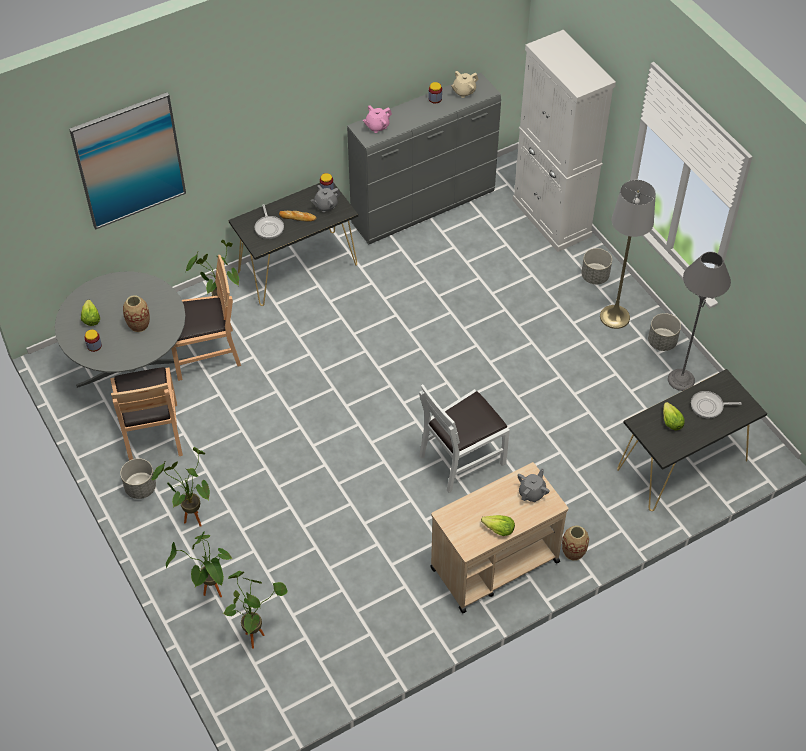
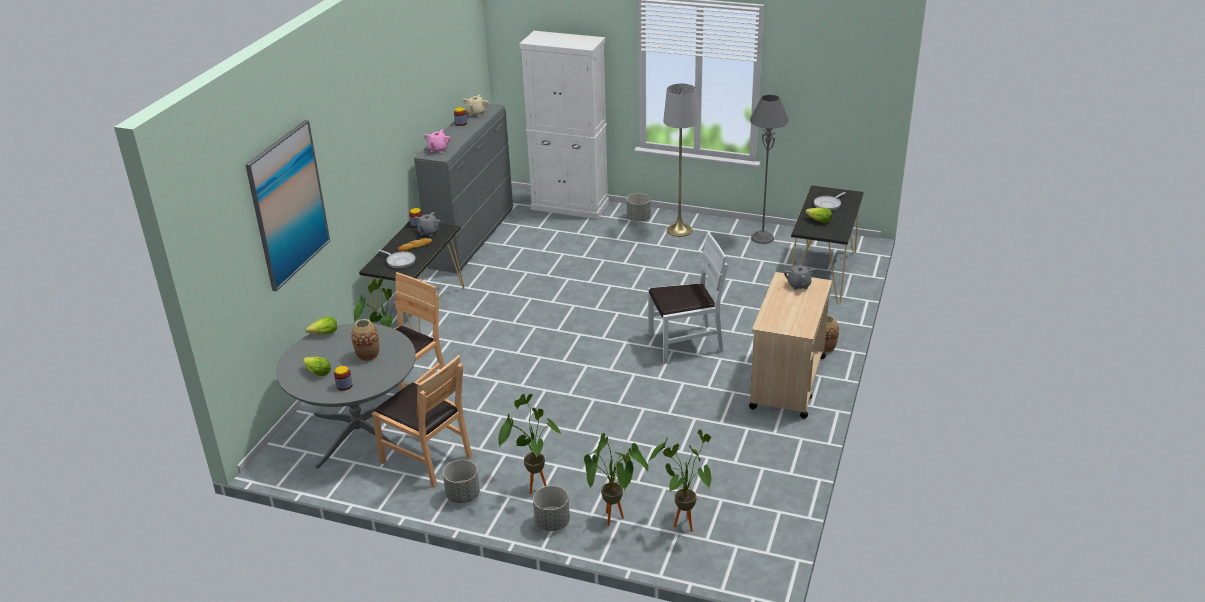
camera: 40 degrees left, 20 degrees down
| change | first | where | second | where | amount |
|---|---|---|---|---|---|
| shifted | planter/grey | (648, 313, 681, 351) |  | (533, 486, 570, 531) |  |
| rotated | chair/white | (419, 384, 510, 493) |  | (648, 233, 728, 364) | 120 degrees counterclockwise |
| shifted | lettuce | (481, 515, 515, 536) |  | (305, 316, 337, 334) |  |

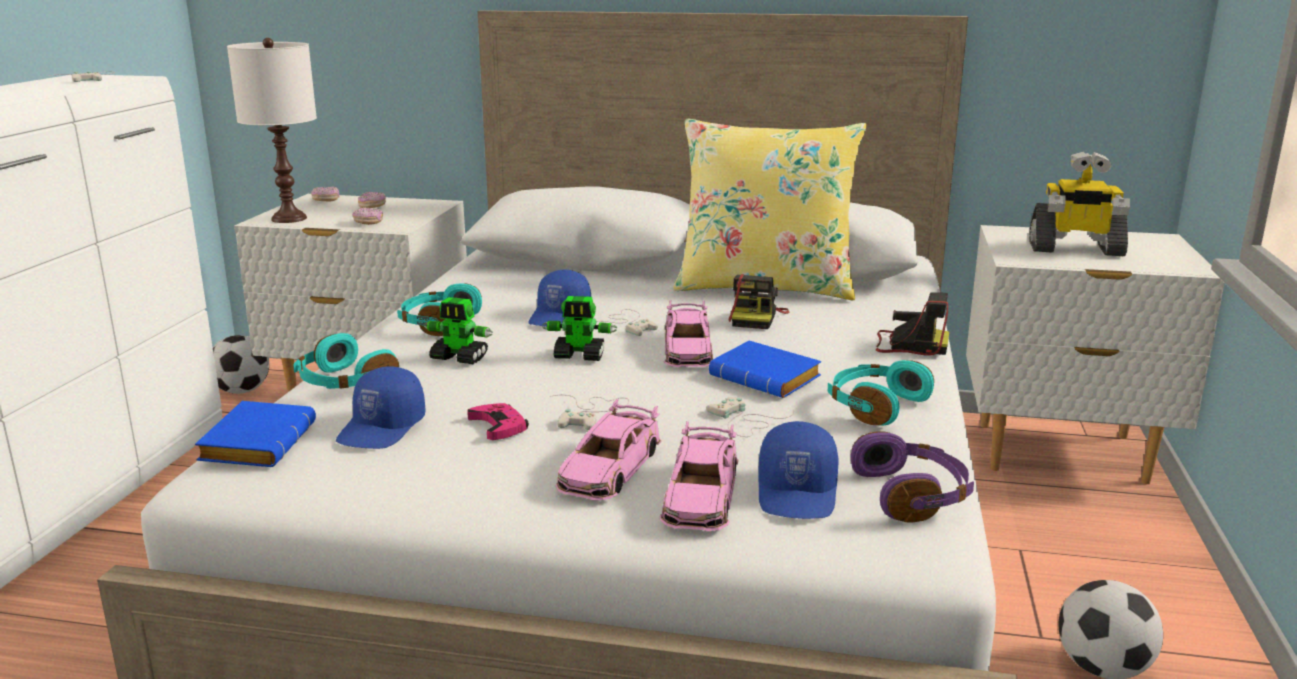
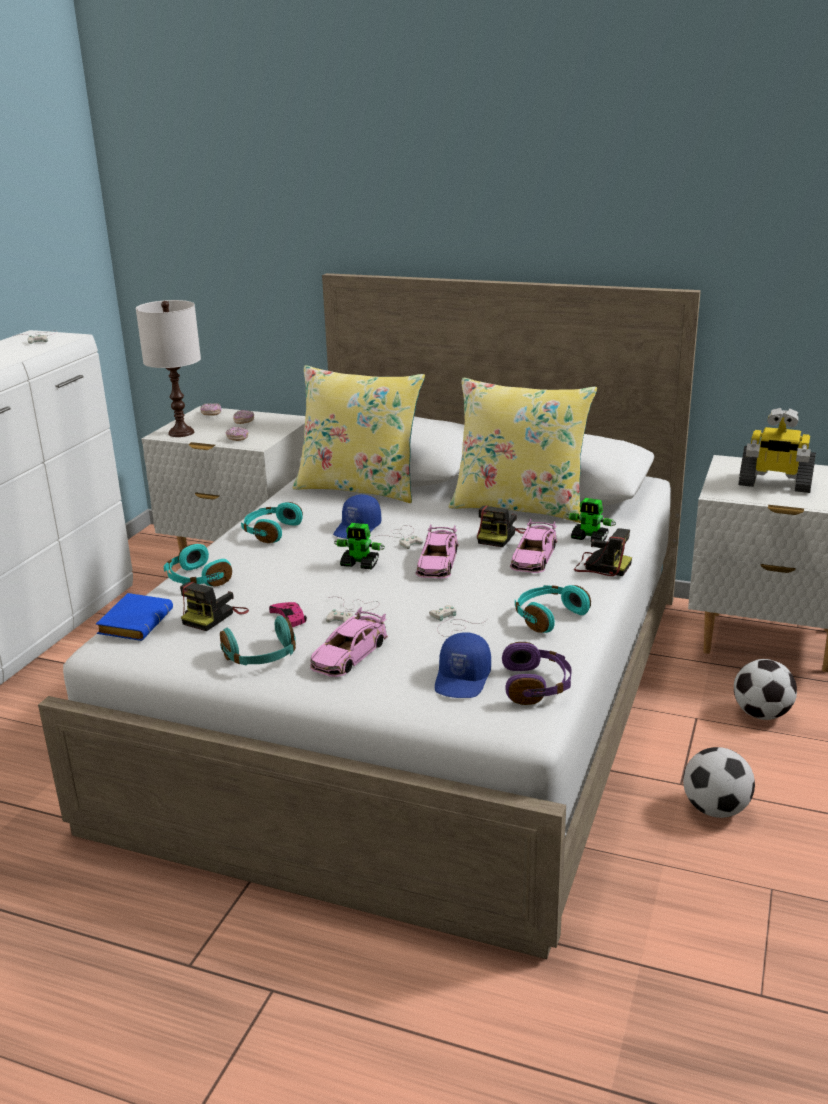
camera: 10 degrees right, 5 degrees up
| change | first | where | second | where | amount |
|---|---|---|---|---|---|
| shifted | toy robot | (424, 297, 493, 364) |  | (566, 498, 616, 541) |  |
| shifted | football | (213, 335, 269, 394) |  | (734, 659, 797, 720) |  |
| gone | book/blue | (709, 341, 821, 398) |  |  |  |
| swapped | cap/blue | (336, 366, 426, 449) | photo camera | (180, 582, 249, 631) |  |
| shifted | toy car/pink | (660, 421, 738, 531) |  | (510, 519, 558, 573) |  |
| new |  |  | pillow/yellow | (293, 365, 425, 503) |  |
| new |  |  | headphones/turquoise | (220, 616, 296, 665) |  |

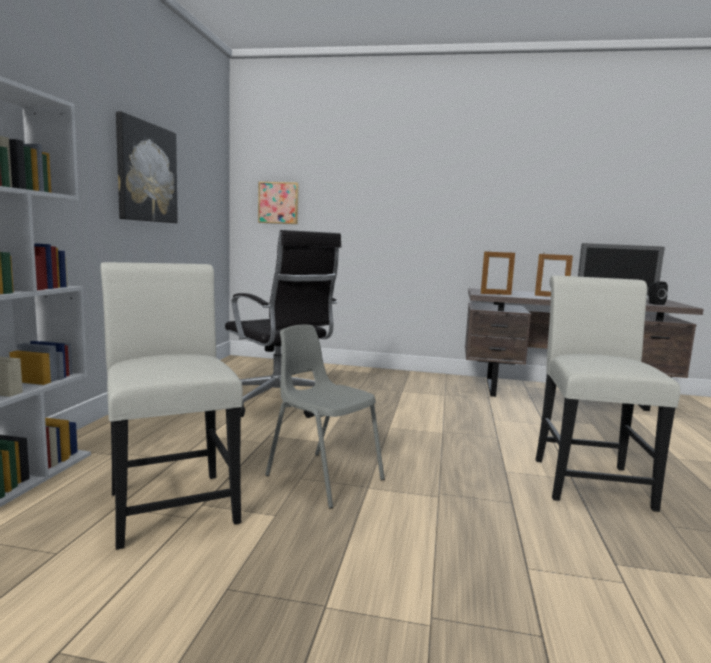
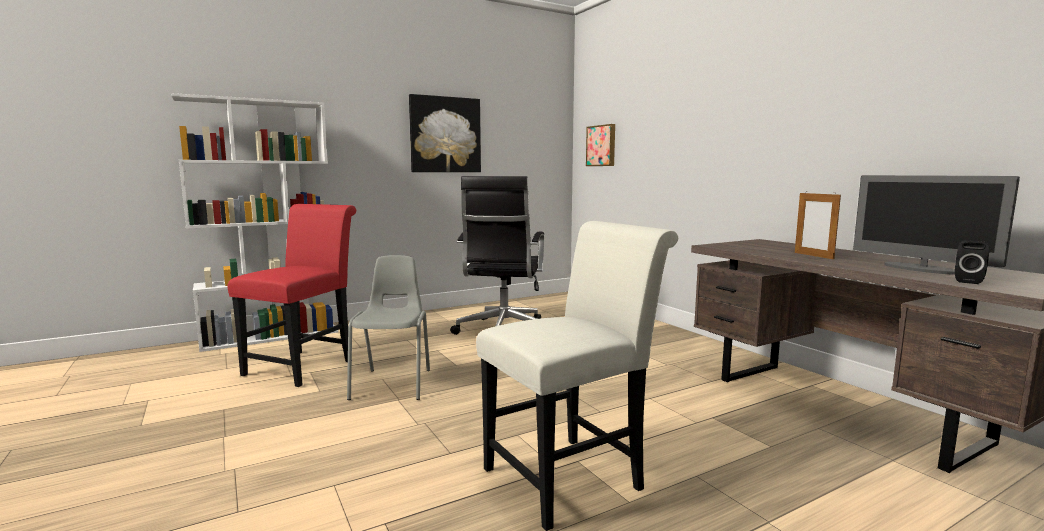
camera: 50 degrees right, 0 degrees up
| change | first | where | second | where | amount |
|---|---|---|---|---|---|
| gone | picture frame | (481, 250, 515, 295) |  |  |  |
| repainted | chair/white | (100, 262, 243, 550) | chair/red | (228, 204, 356, 387) |  |

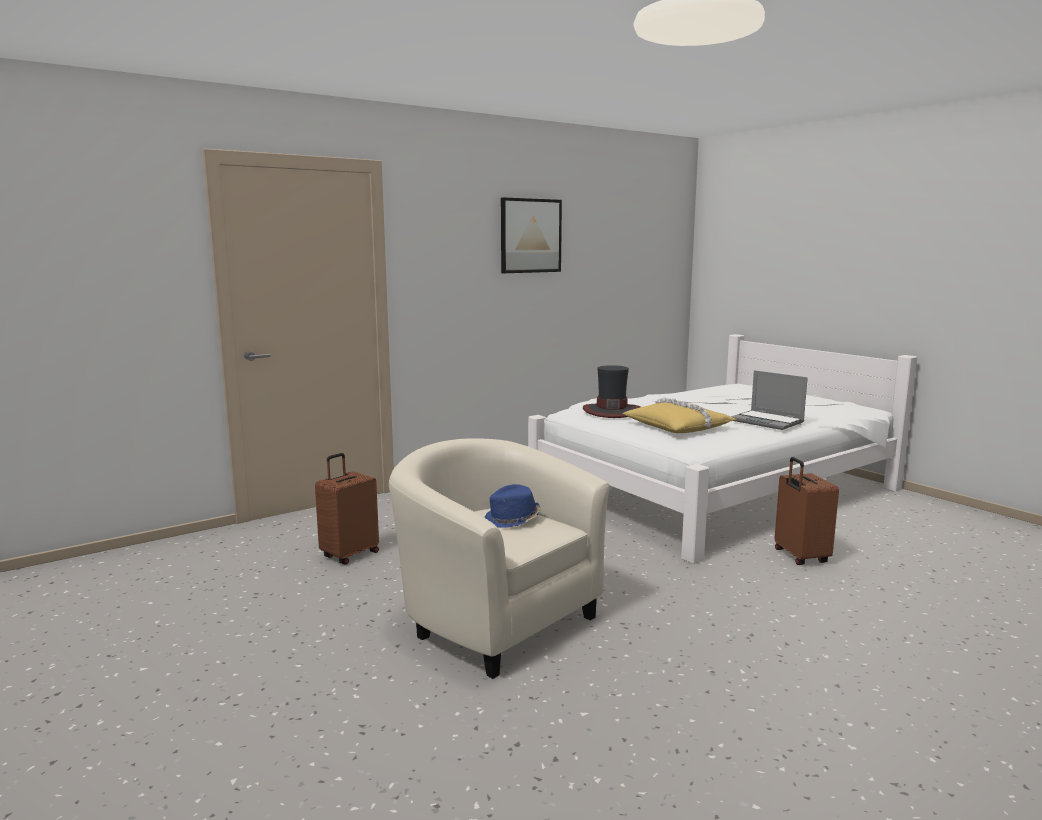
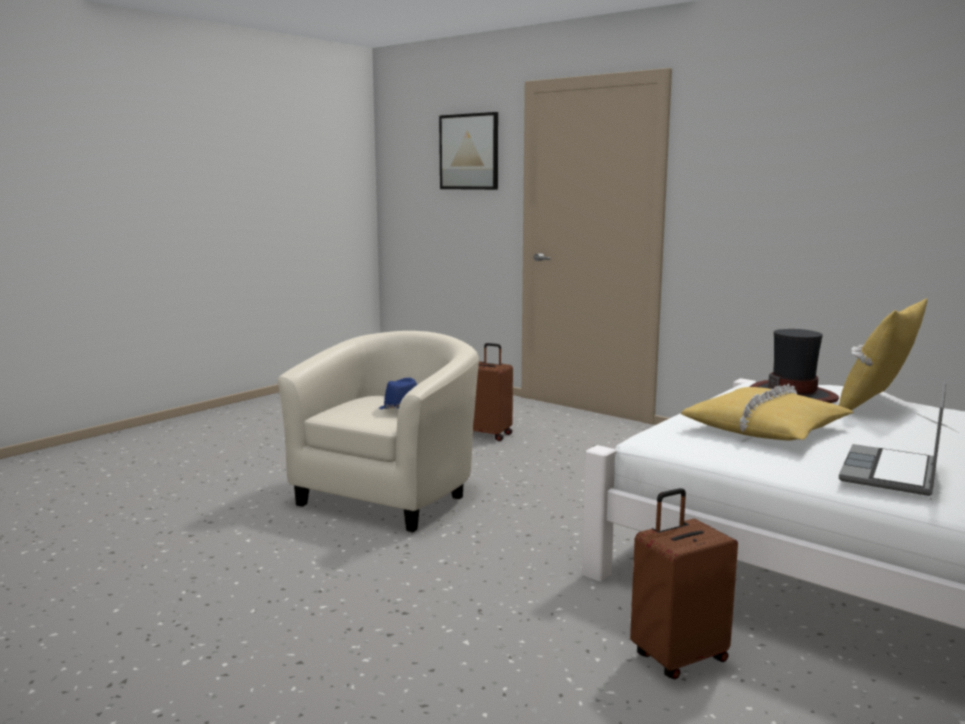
camera: 75 degrees right, 0 degrees up
| change | first | where | second | where | amount |
|---|---|---|---|---|---|
| shifted | picture | (501, 197, 562, 273) |  | (439, 112, 498, 190) |  |
| new |  |  | pillow/yellow | (839, 298, 927, 410) |  |

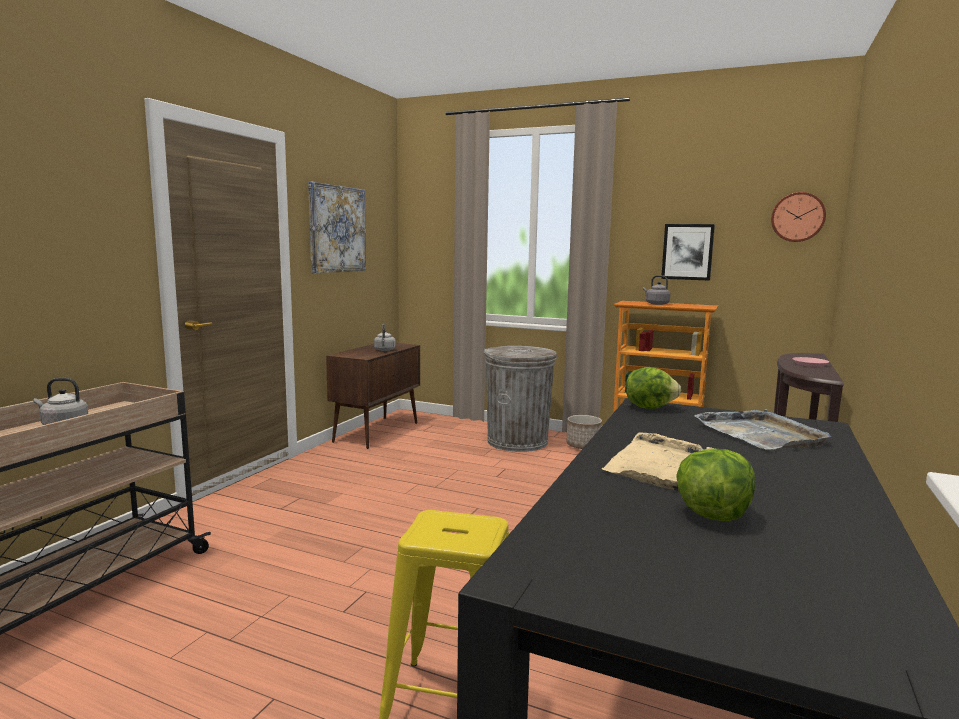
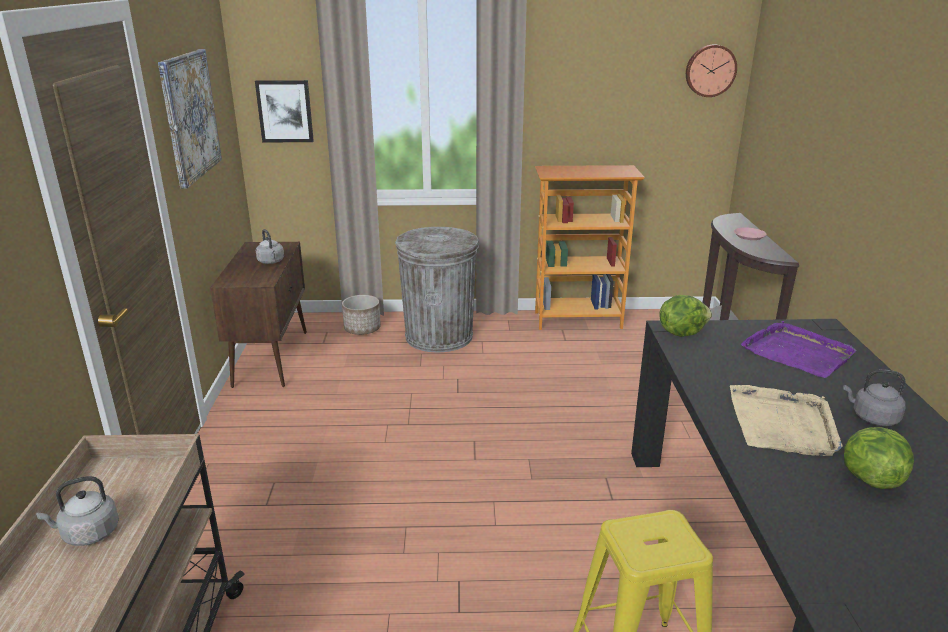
camera: 25 degrees left, 15 degrees up
| change | first | where | second | where | amount |
|---|---|---|---|---|---|
| shifted | picture | (661, 224, 715, 281) |  | (255, 80, 314, 142) |  |
| shifted | kettle/grey | (643, 275, 670, 305) |  | (843, 369, 906, 426) |  |
| repainted | tray/grey | (694, 409, 831, 450) | tray/purple | (741, 321, 857, 378) |  |
| shifted | planter | (567, 415, 602, 449) |  | (342, 295, 381, 335) |  |

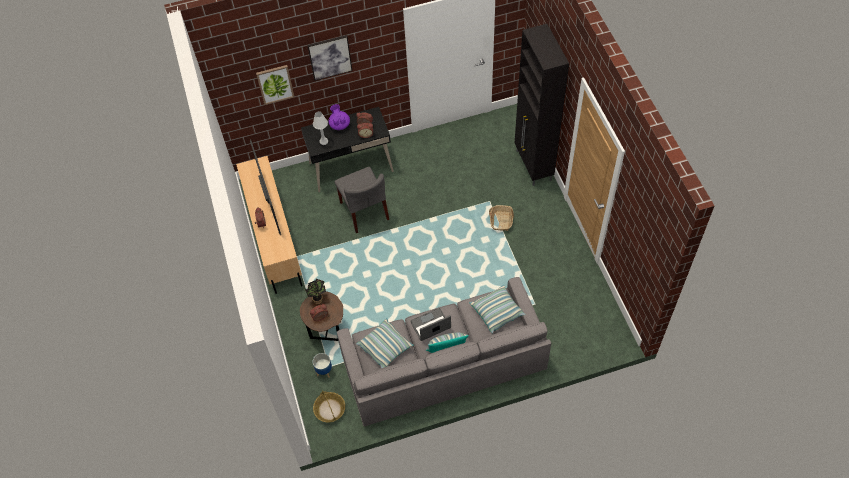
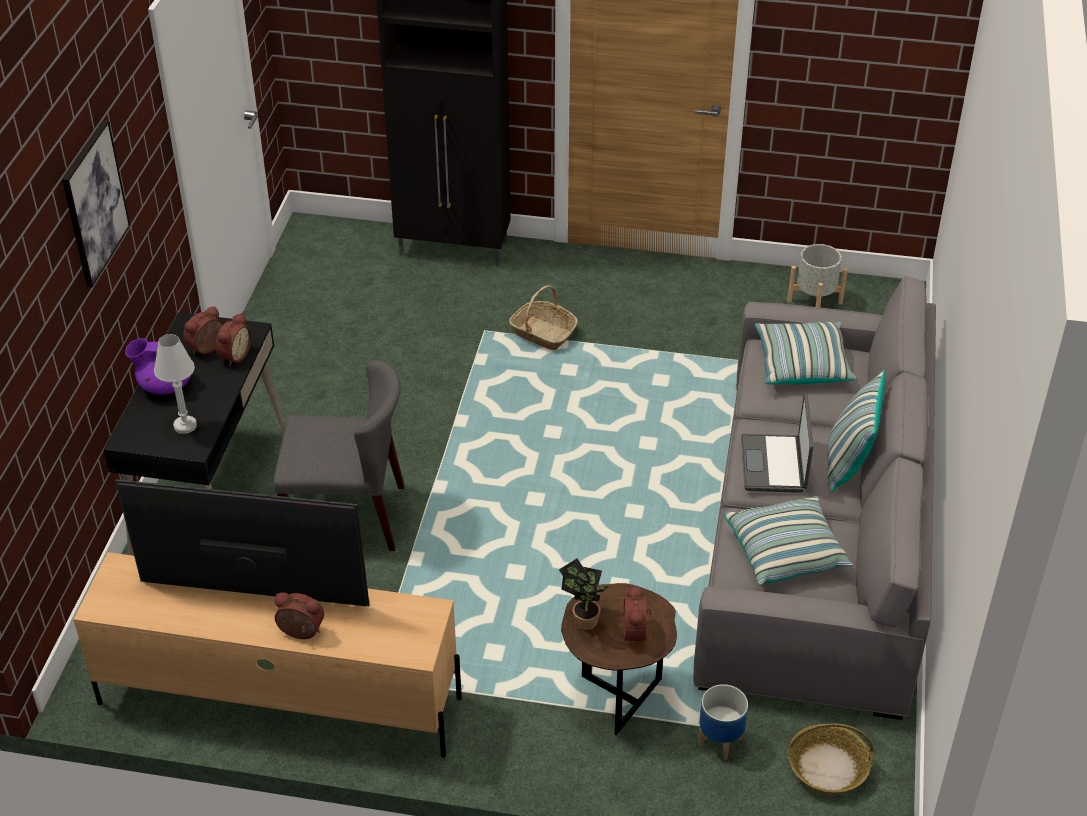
camera: 65 degrees left, 15 degrees down
| change | first | where | second | where | amount |
|---|---|---|---|---|---|
| gone | picture | (256, 65, 294, 105) |  |  |  |
| new |  |  | planter/grey | (787, 244, 848, 307) |  |

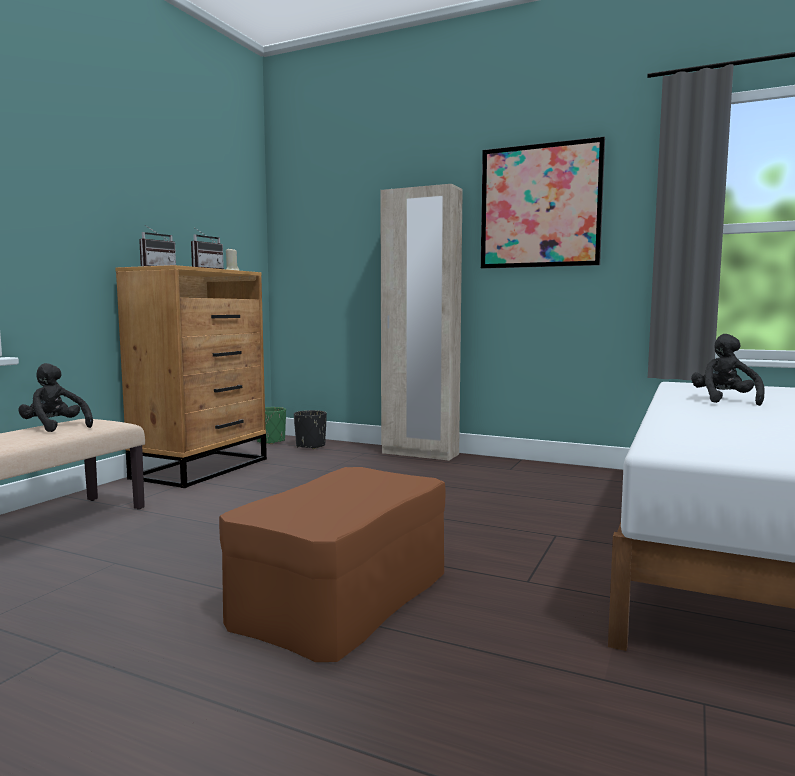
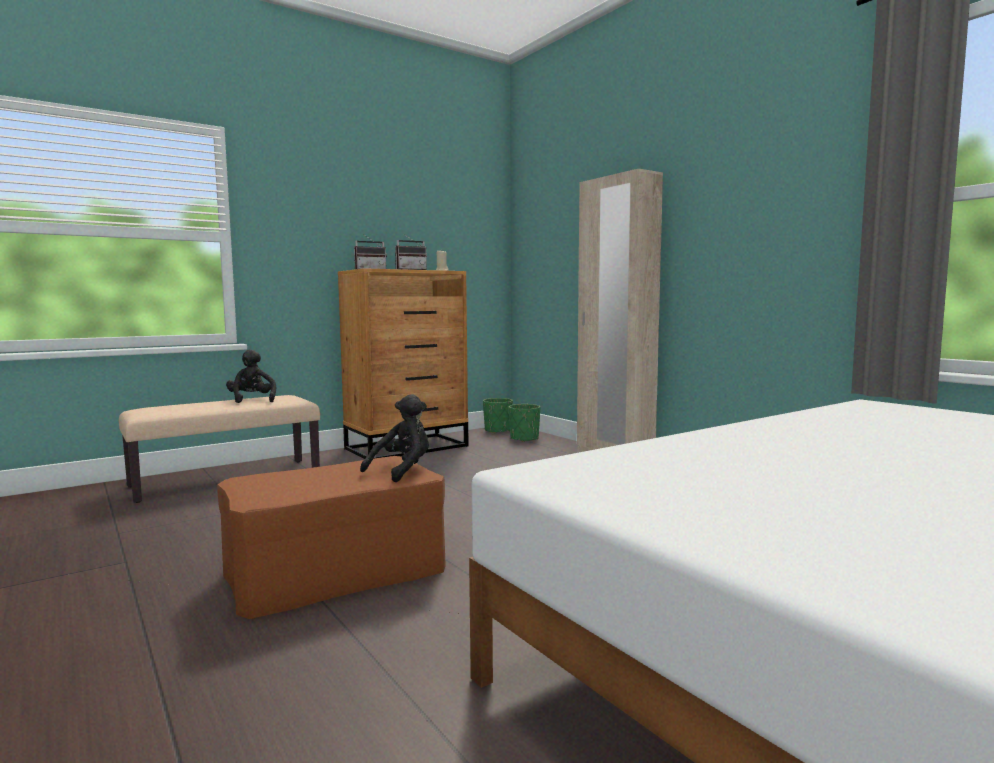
camera: 30 degrees right, 0 degrees up
| change | first | where | second | where | amount |
|---|---|---|---|---|---|
| gone | picture | (481, 137, 605, 269) |  |  |  |
| shifted | plush toy/black | (691, 334, 765, 406) |  | (360, 394, 429, 482) |  |
| repainted | planter/black | (294, 410, 327, 449) | planter/green | (509, 404, 540, 442) |  |

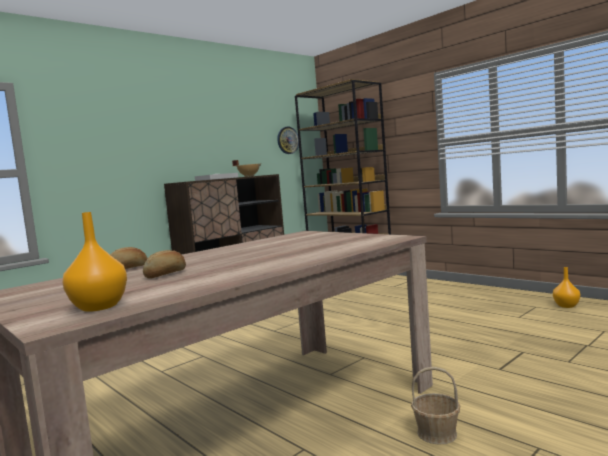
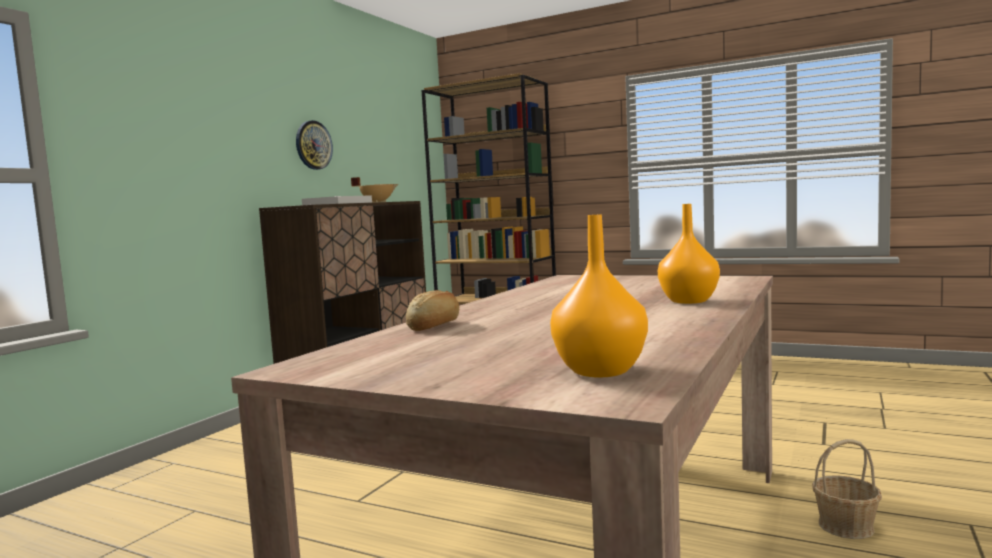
camera: 20 degrees left, 0 degrees up
| change | first | where | second | where | amount |
|---|---|---|---|---|---|
| shifted | wall clock | (277, 127, 299, 154) |  | (296, 120, 333, 170) |  |
| gone | bread | (143, 250, 186, 279) |  |  |  |
| shifted | vase/orange | (553, 267, 580, 308) |  | (658, 204, 720, 304) |  |

